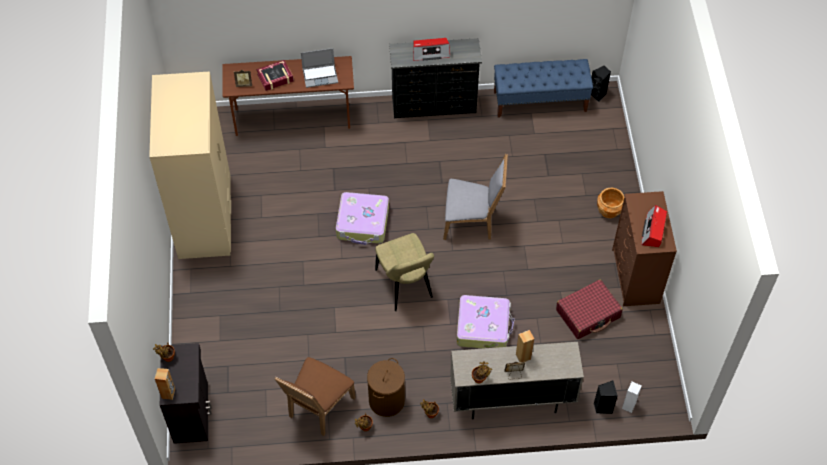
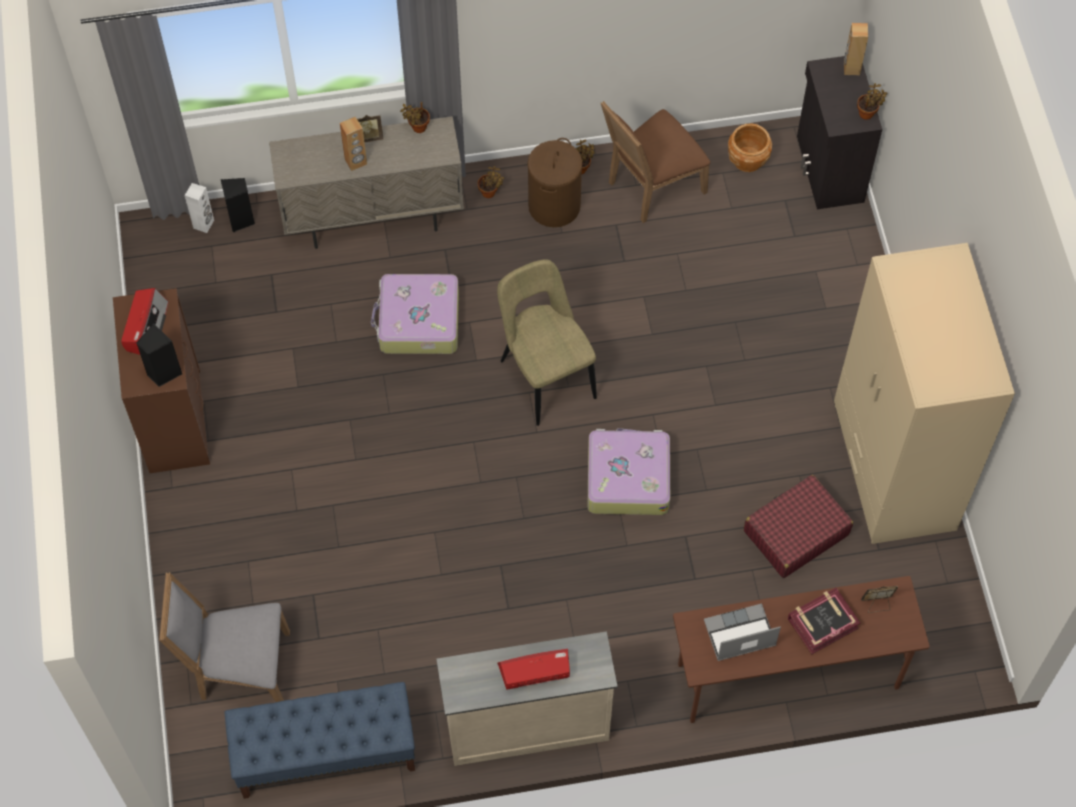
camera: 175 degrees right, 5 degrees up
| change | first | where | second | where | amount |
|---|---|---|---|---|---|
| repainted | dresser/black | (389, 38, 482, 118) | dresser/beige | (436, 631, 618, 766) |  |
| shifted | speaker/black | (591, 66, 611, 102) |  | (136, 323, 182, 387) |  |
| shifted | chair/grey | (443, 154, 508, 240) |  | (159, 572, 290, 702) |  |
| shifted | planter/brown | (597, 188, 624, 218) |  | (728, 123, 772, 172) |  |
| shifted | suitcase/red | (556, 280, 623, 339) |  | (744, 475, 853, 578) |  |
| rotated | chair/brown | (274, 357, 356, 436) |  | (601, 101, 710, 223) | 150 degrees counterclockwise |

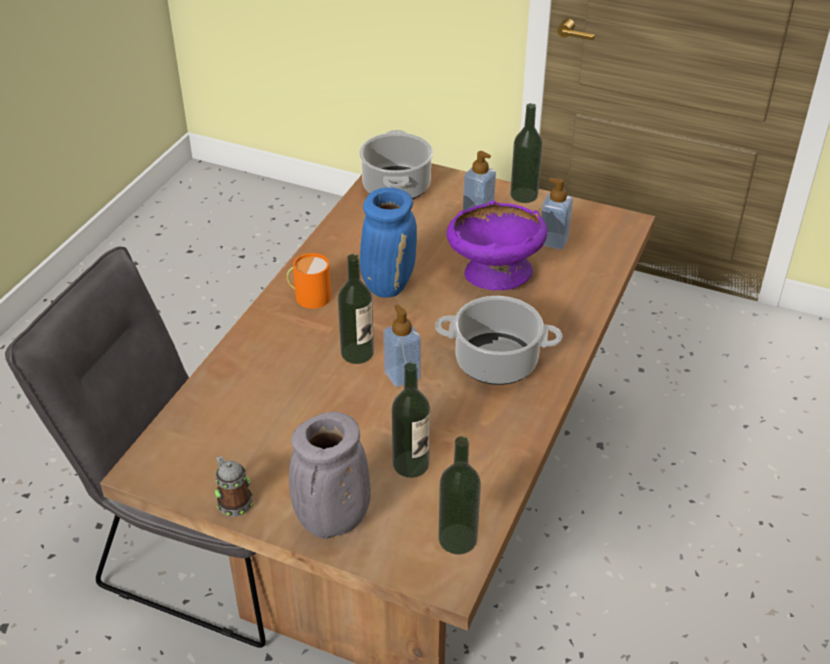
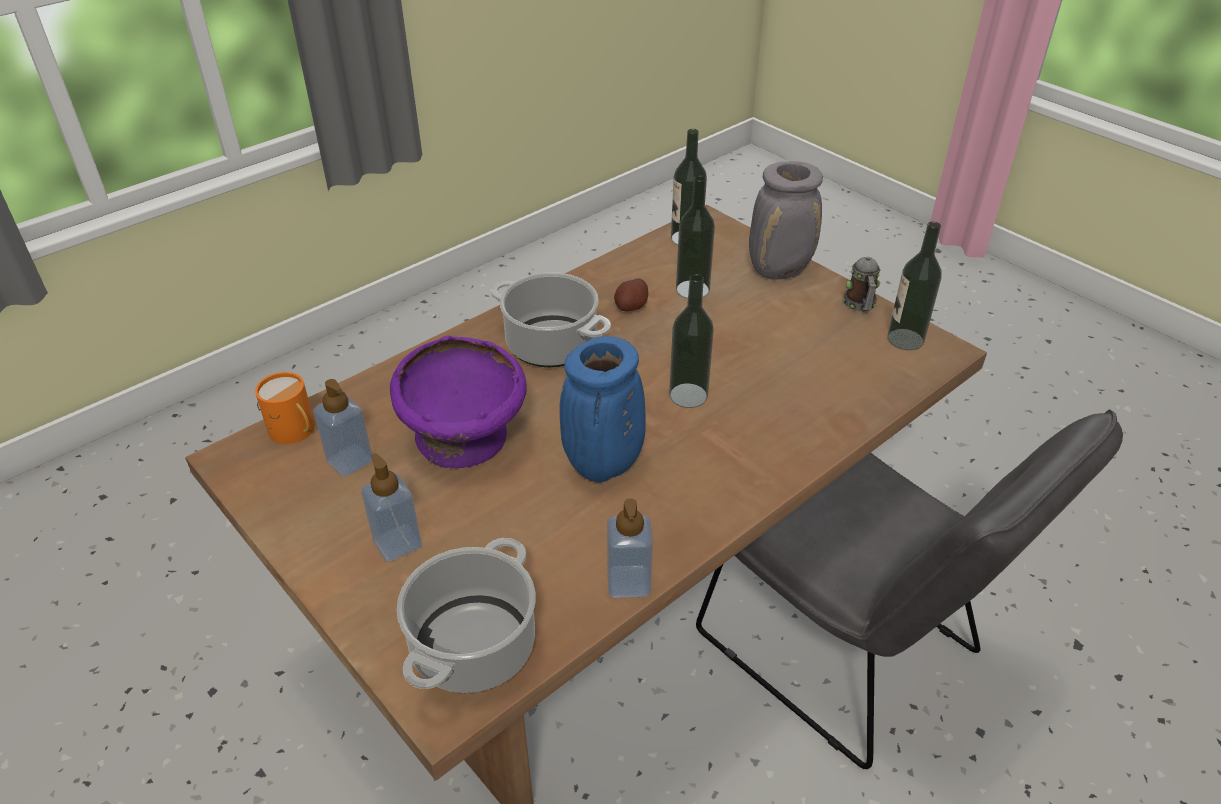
camera: 155 degrees left, 0 degrees up
| change | first | where | second | where | amount |
|---|---|---|---|---|---|
| shifted | bottle | (510, 103, 543, 203) |  | (888, 222, 942, 350) |  |
| shifted | mug/orange | (287, 253, 331, 309) |  | (255, 372, 315, 444) |  |
| shifted | soap dispenser | (383, 305, 421, 387) |  | (607, 498, 653, 598) |  |
| new |  |  | potato | (614, 278, 648, 311) |  |

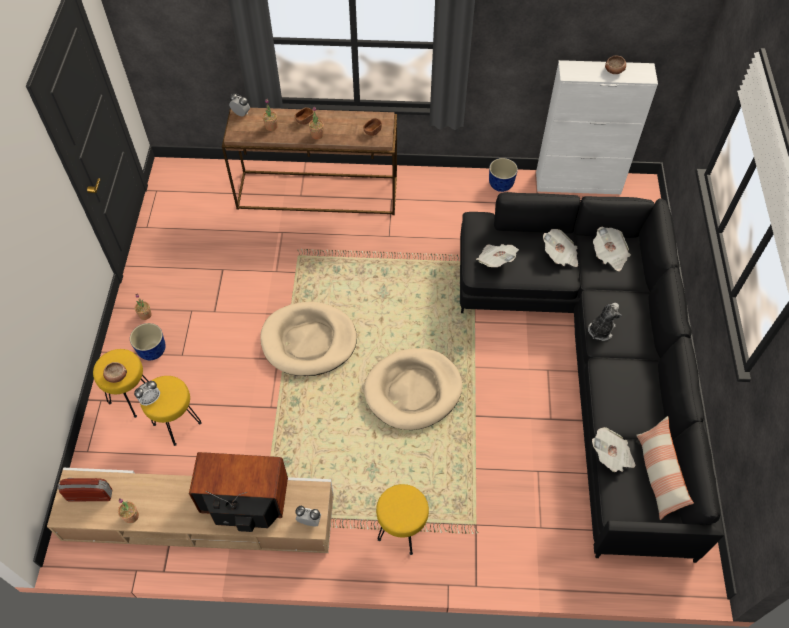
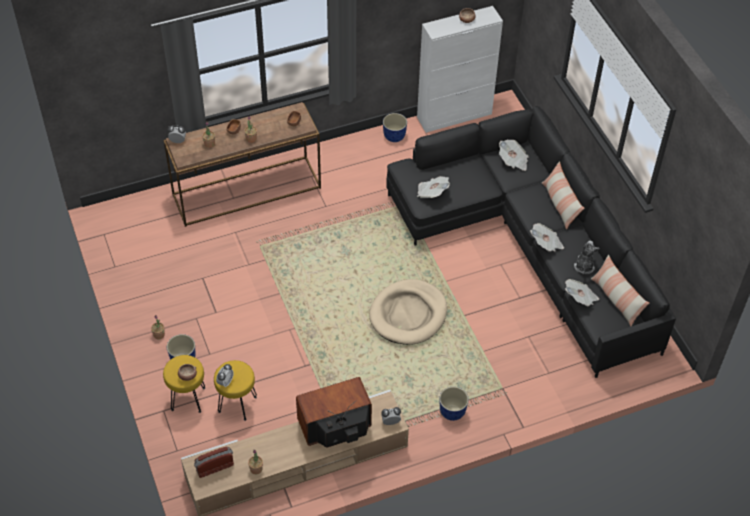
camera: 25 degrees left, 5 degrees down
| change | first | where | second | where | amount |
|---|---|---|---|---|---|
| shifted | newspaper | (543, 229, 578, 267) |  | (530, 223, 564, 252) |  |
| gone | dog bed/beige | (260, 302, 357, 376) |  |  |  |
| shifted | plush toy | (588, 303, 622, 341) |  | (574, 241, 599, 274) |  |
| swapped | stool/yellow | (376, 484, 429, 555) | planter | (439, 387, 469, 421) |  |
| new |  |  | pillow | (542, 161, 585, 230) |  |

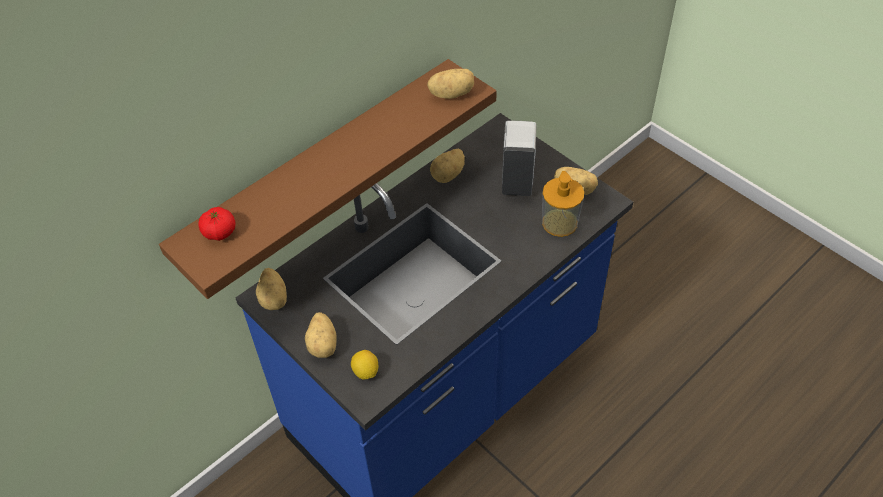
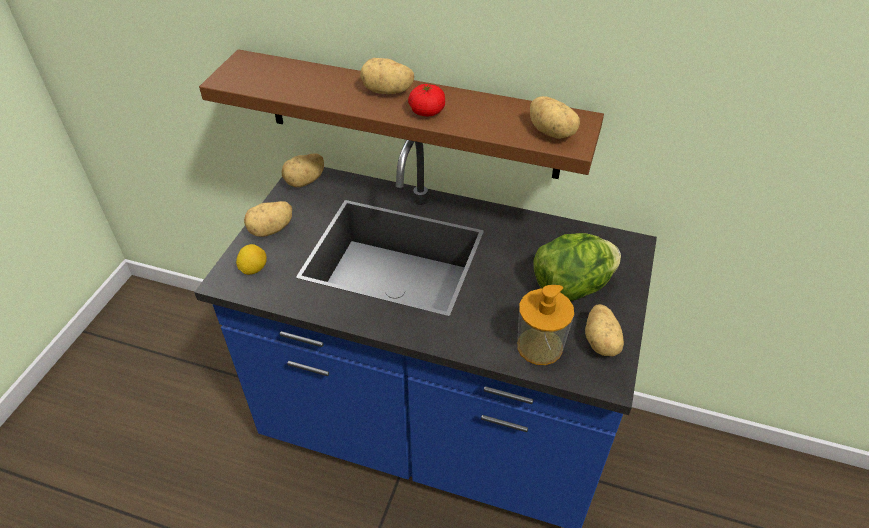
camera: 60 degrees right, 5 degrees down
| change | first | where | second | where | amount |
|---|---|---|---|---|---|
| swapped | soap dispenser/white | (502, 121, 537, 196) | lettuce | (534, 233, 621, 301) |  |
| shifted | potato | (430, 149, 465, 183) |  | (360, 58, 414, 94) |  |
| shifted | tomato | (198, 207, 236, 241) |  | (408, 84, 445, 116) |  |

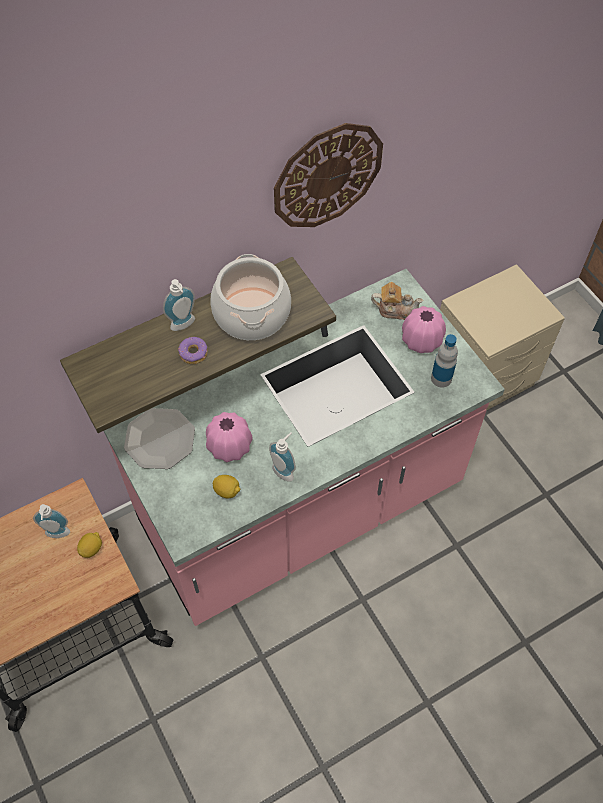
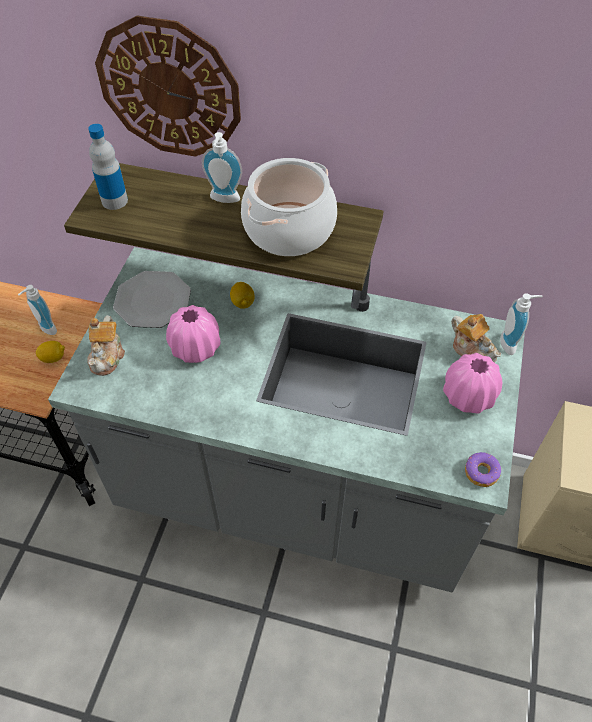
camera: 45 degrees right, 5 degrees down
| change | first | where | second | where | amount |
|---|---|---|---|---|---|
| shifted | wall clock | (274, 123, 383, 227) |  | (95, 15, 241, 157) |  |
| repainted | counter/pink | (104, 269, 505, 626) | counter/grey | (48, 247, 525, 593) |  |
| shifted | bottle | (431, 334, 458, 387) |  | (88, 124, 128, 210) |  |
| shifted | donut | (178, 337, 208, 364) |  | (465, 452, 501, 487) |  |
| shifted | soap dispenser | (269, 433, 296, 481) |  | (500, 294, 543, 355) |  |
| shifted | lemon | (213, 475, 240, 498) |  | (230, 282, 255, 309) |  |
| new |  |  | teapot | (87, 315, 125, 376) |  |

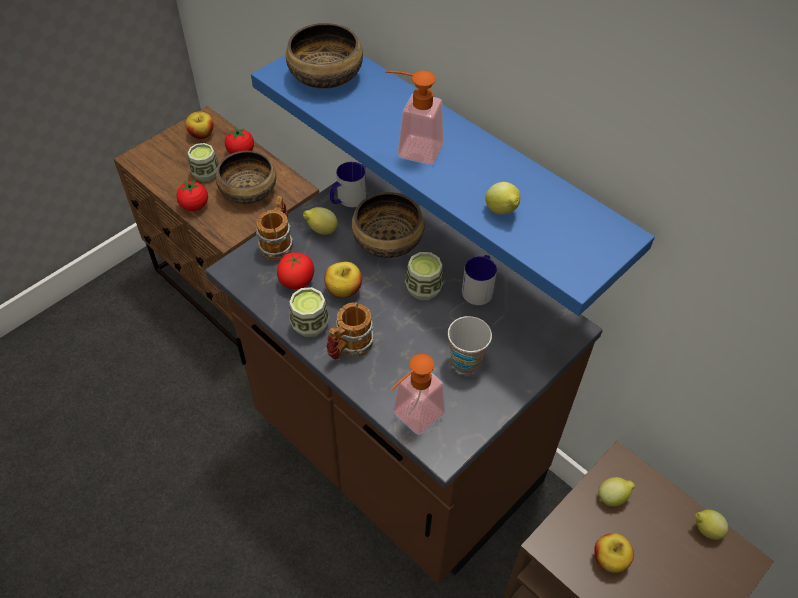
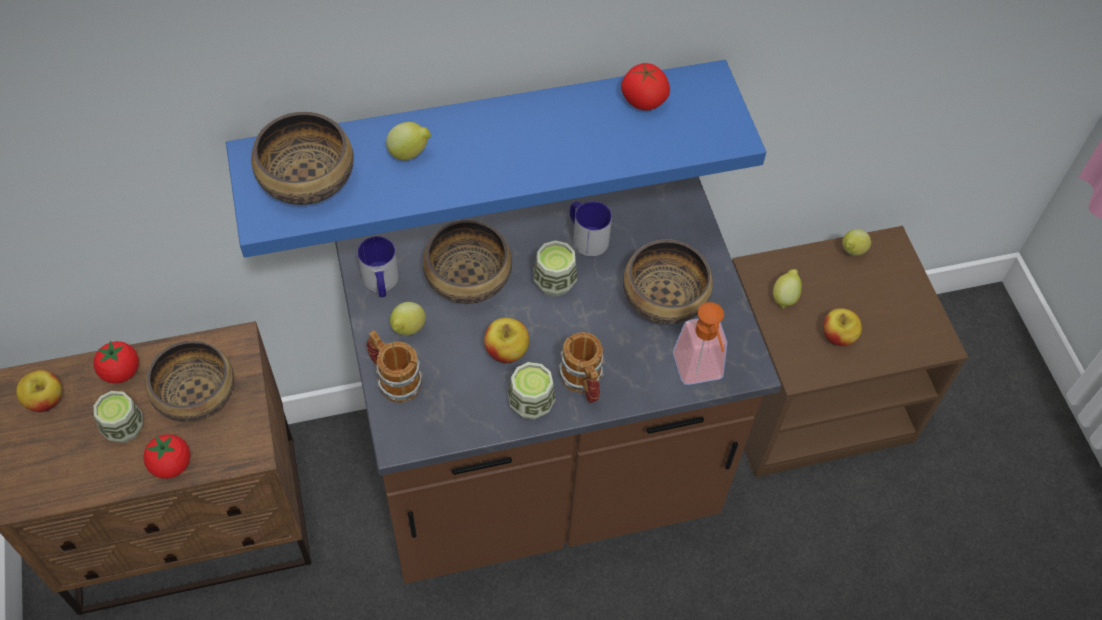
camera: 60 degrees left, 5 degrees up
| change | first | where | second | where | amount |
|---|---|---|---|---|---|
| gone | soap dispenser | (385, 71, 444, 165) |  |  |  |
| shifted | lemon | (485, 182, 520, 215) |  | (386, 122, 431, 160) |  |
| shifted | tomato | (277, 252, 314, 289) |  | (621, 63, 670, 110) |  |
| swapped | cup | (448, 316, 492, 374) | bowl | (623, 239, 713, 324) |  |

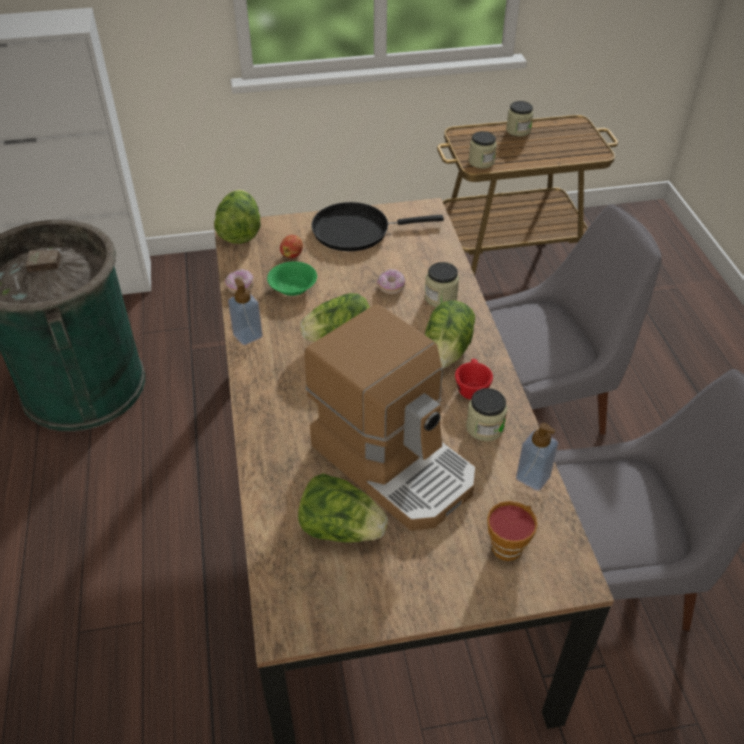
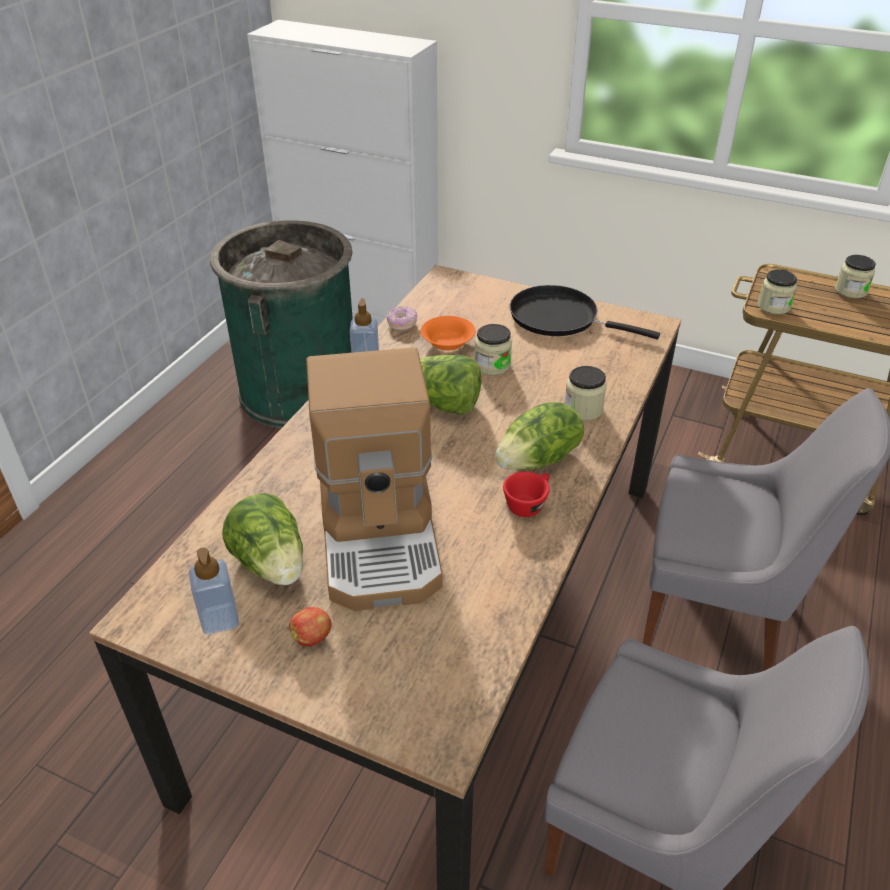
camera: 35 degrees right, 5 degrees down
| change | first | where | second | where | amount |
|---|---|---|---|---|---|
| gone | lettuce | (214, 190, 260, 244) |  |  |  |
| shifted | apple | (280, 235, 303, 258) |  | (289, 607, 332, 646) |  |
| repainted | bowl/green | (267, 261, 317, 296) | bowl/orange | (421, 316, 476, 351) |  |
| gone | donut | (377, 269, 406, 294) |  |  |  |
| shifted | jar | (466, 388, 507, 441) |  | (475, 324, 512, 375) |  |
| shifted | soap dispenser | (516, 423, 558, 491) |  | (189, 548, 239, 635) |  |
| gone | cup | (487, 501, 538, 561) |  |  |  |

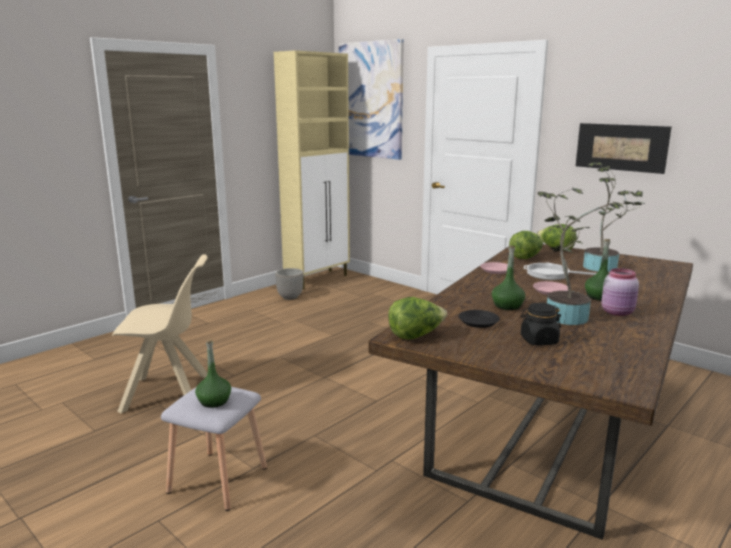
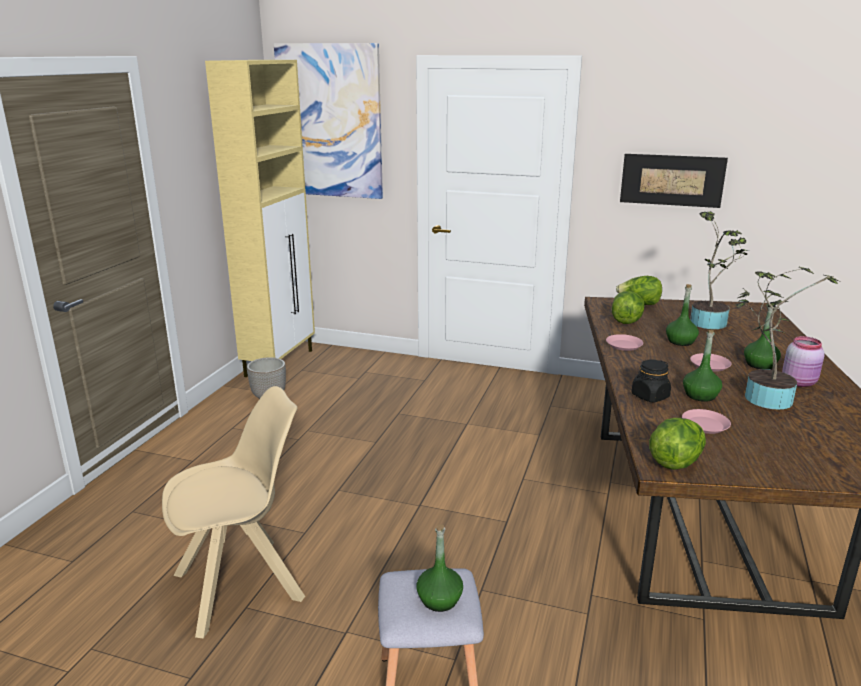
camera: 25 degrees left, 5 degrees up
| change | first | where | second | where | amount |
|---|---|---|---|---|---|
| swapped | frying pan | (524, 263, 597, 280) | bottle/green | (666, 284, 699, 346) |  |
| shifted | jar/black | (520, 303, 561, 345) |  | (632, 360, 671, 402) |  |
| repainted | plate/black | (459, 310, 500, 328) | plate/pink | (682, 409, 731, 434) |  |

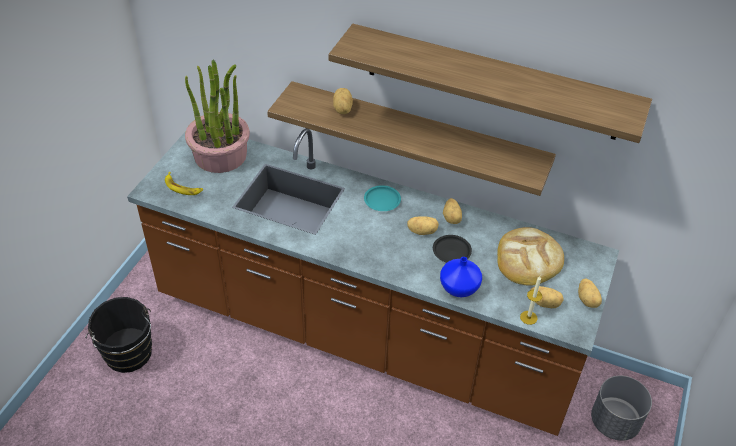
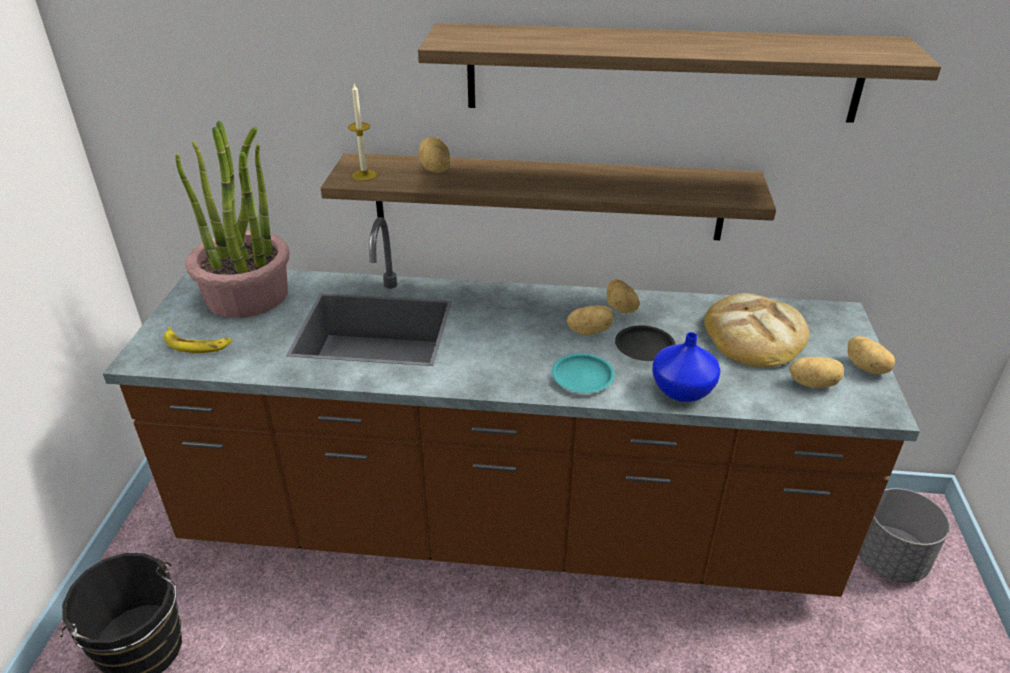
camera: 15 degrees left, 10 degrees down
| change | first | where | second | where | amount |
|---|---|---|---|---|---|
| shifted | plate/turquoise | (364, 185, 401, 211) |  | (552, 353, 615, 393) |  |
| shifted | candle | (520, 276, 542, 325) |  | (348, 84, 377, 181) |  |

